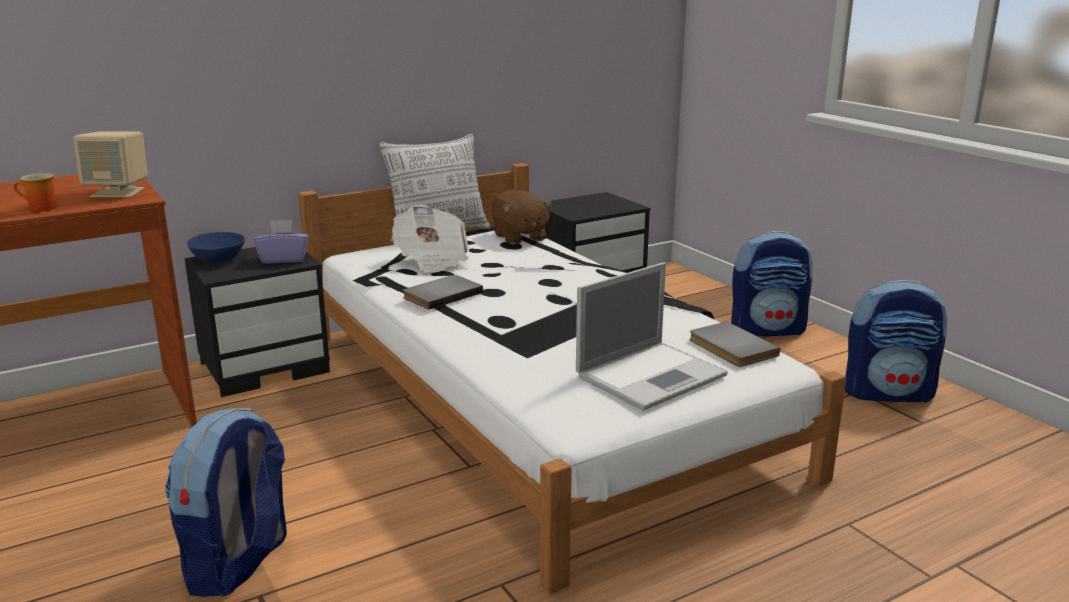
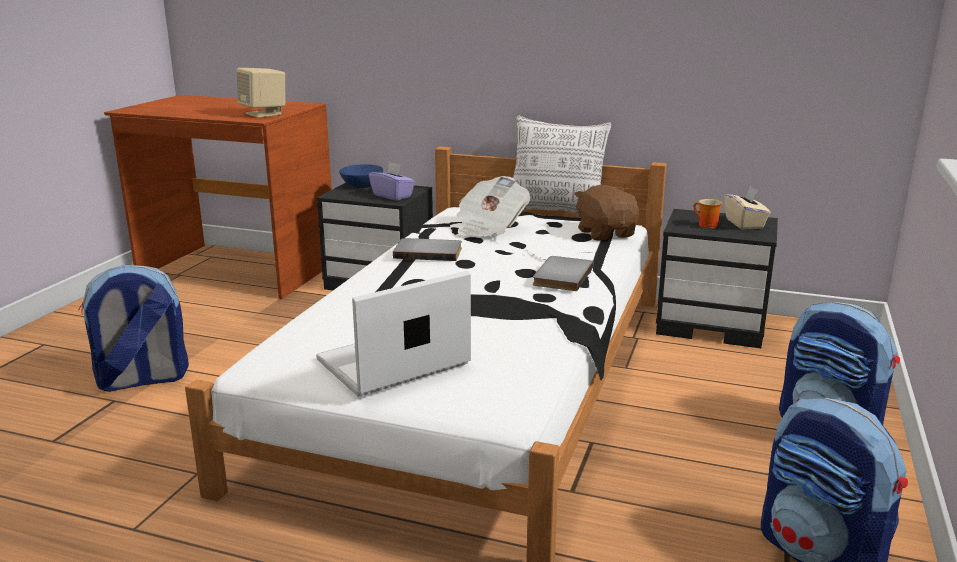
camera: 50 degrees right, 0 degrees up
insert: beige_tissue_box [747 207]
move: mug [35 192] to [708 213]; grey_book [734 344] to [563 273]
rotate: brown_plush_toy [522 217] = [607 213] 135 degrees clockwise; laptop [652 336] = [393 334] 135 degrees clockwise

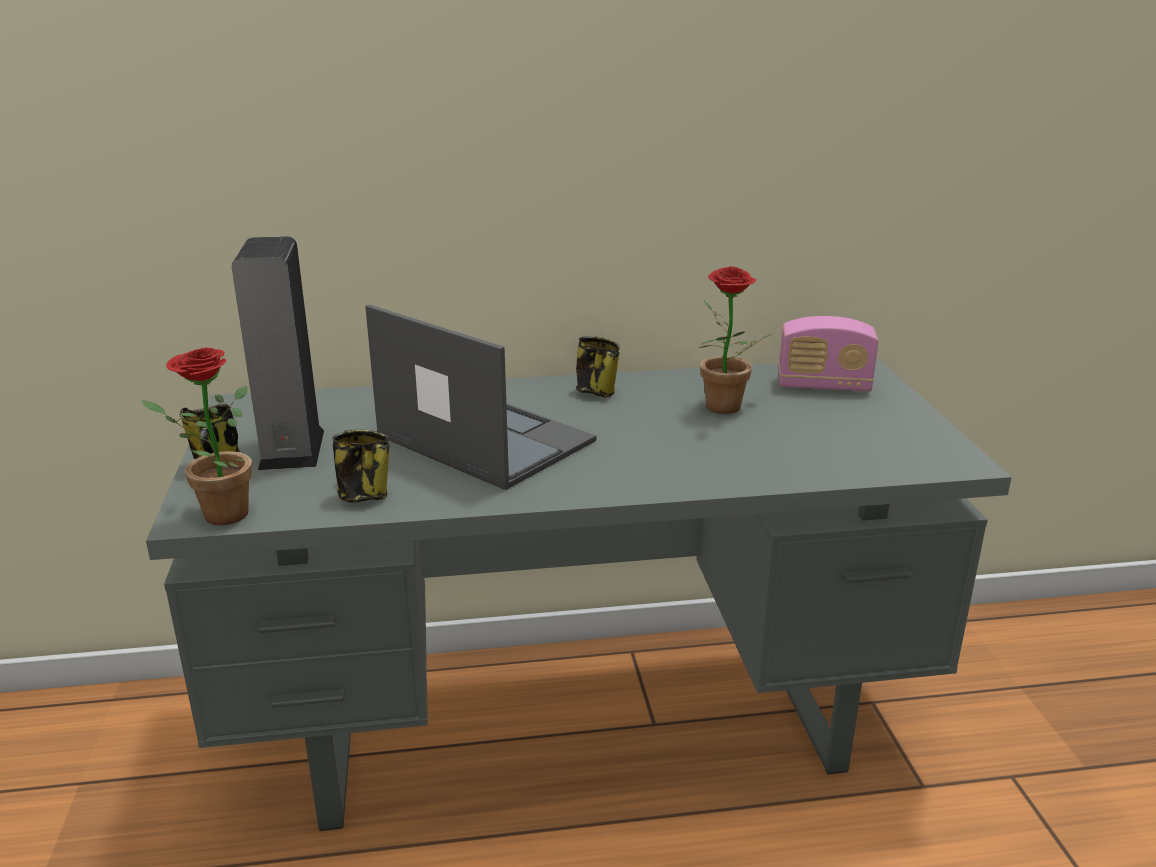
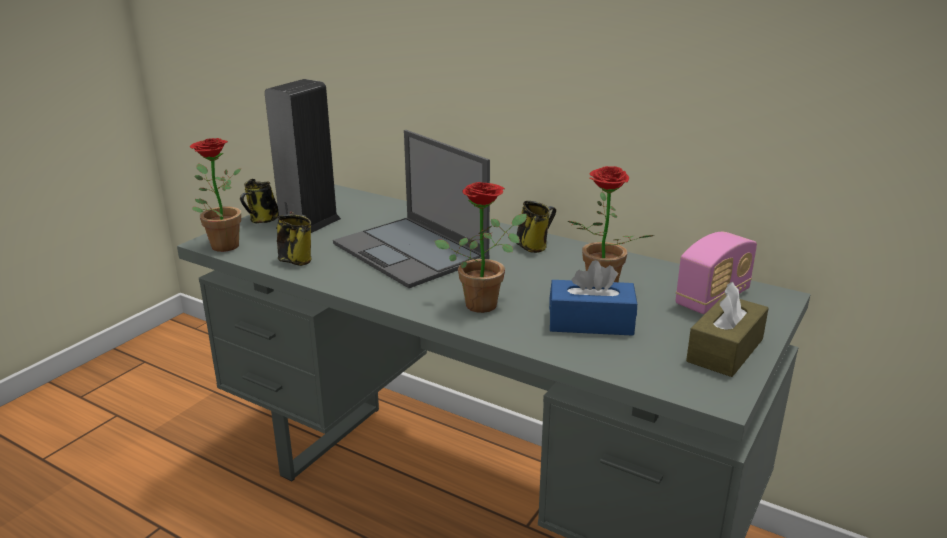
camera: 40 degrees right, 0 degrees up
insert: potted_plant [481 247]; blue_tissue_box [593 298]; brown_tissue_box [727 329]
rotate: laptop [480 397] = [411 209] 150 degrees clockwise; radio [828 353] = [716 273] 90 degrees counterclockwise

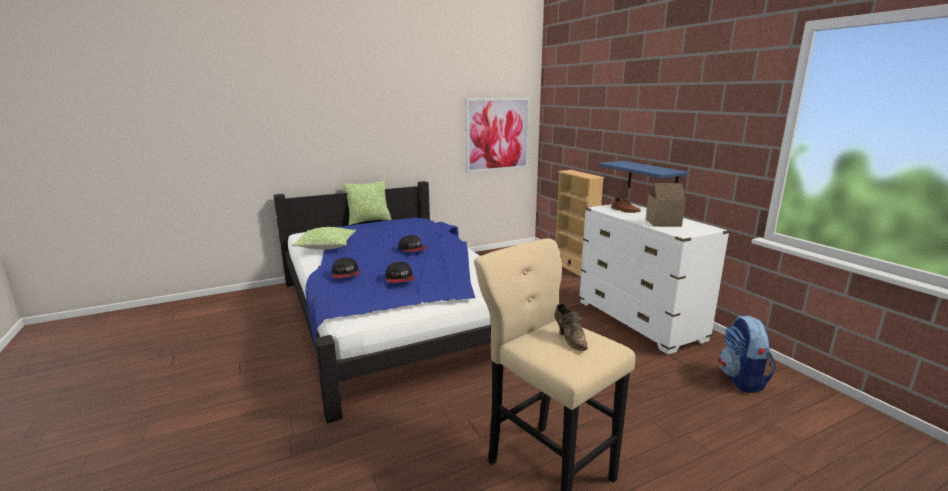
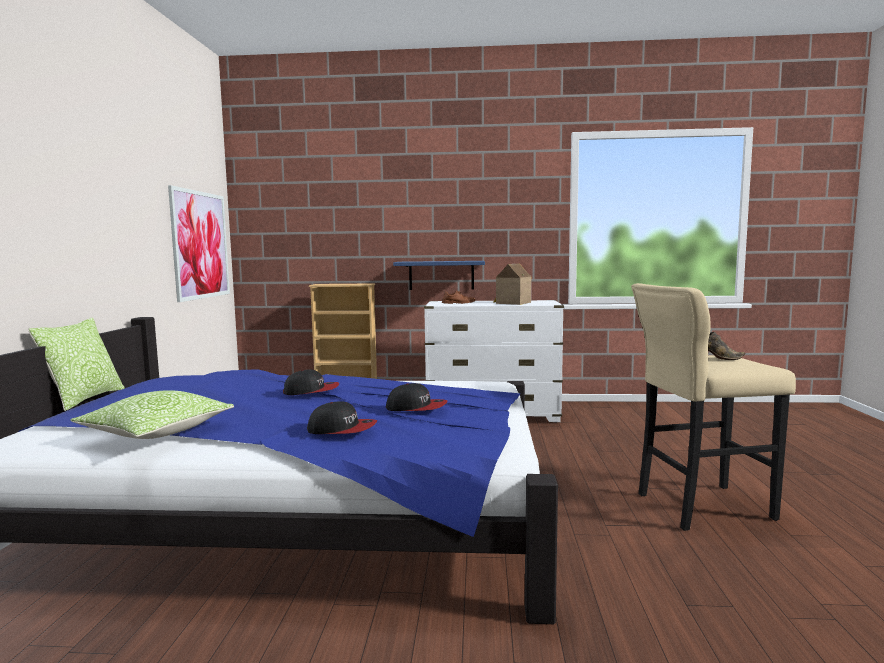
camera: 60 degrees left, 10 degrees down
delete: backpack [747 354]

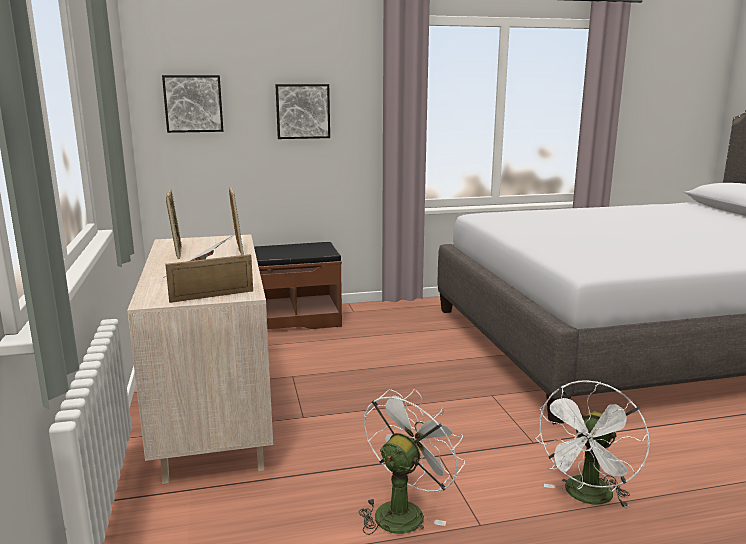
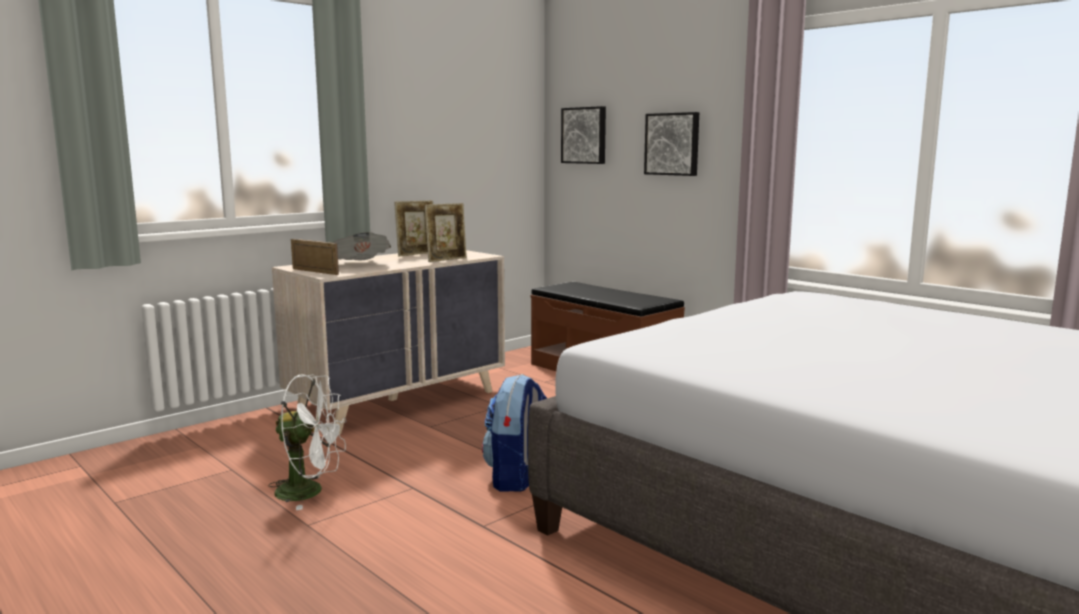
camera: 60 degrees right, 5 degrees down
delete: white_fan [592 444]
insert: backpack [514 433]

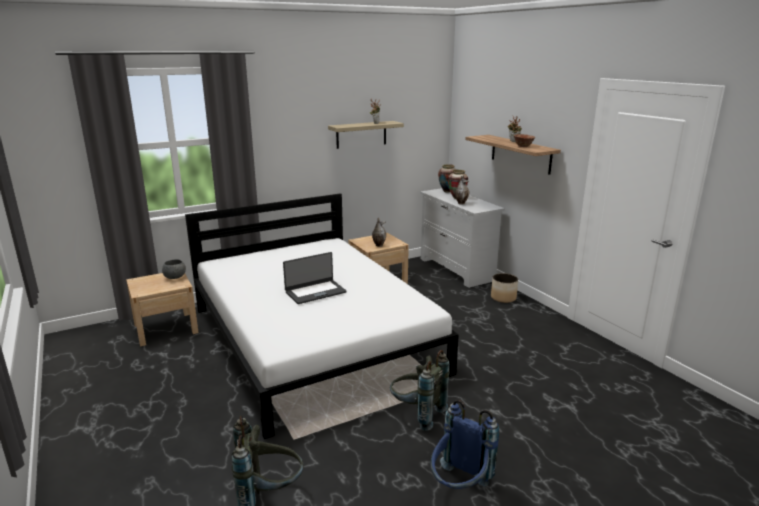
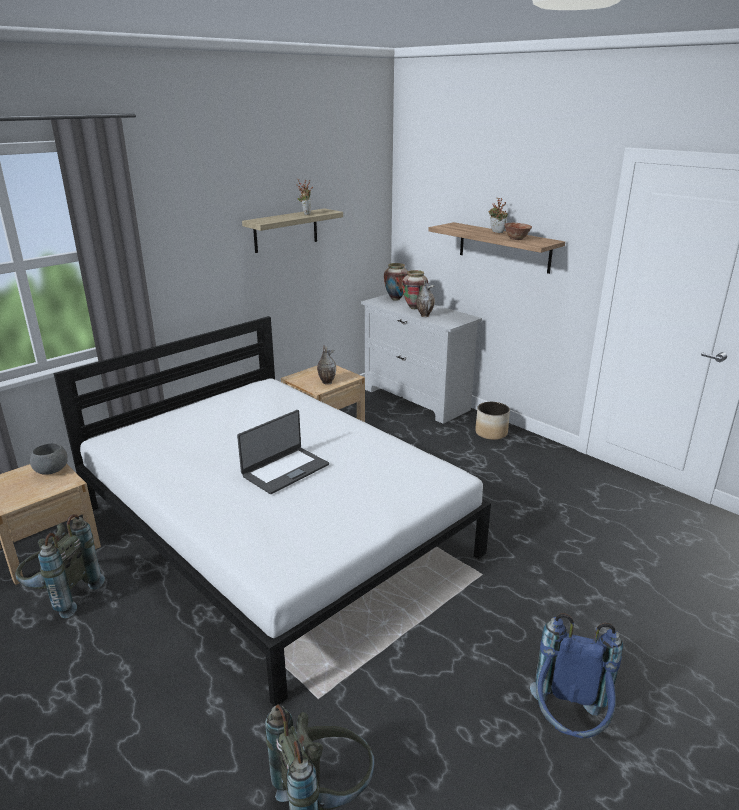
camera: 15 degrees left, 5 degrees up
move: grey_backpack [420 390] to [60 566]

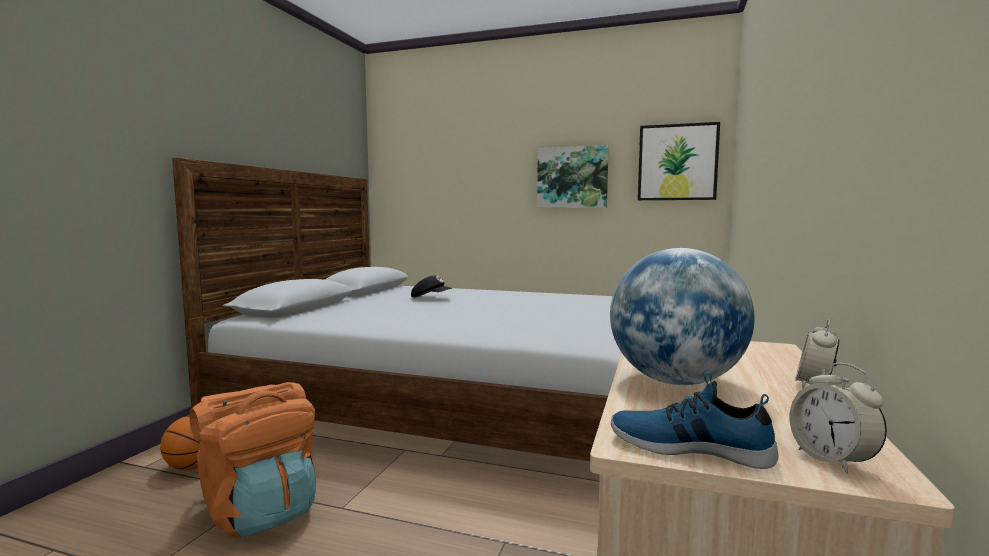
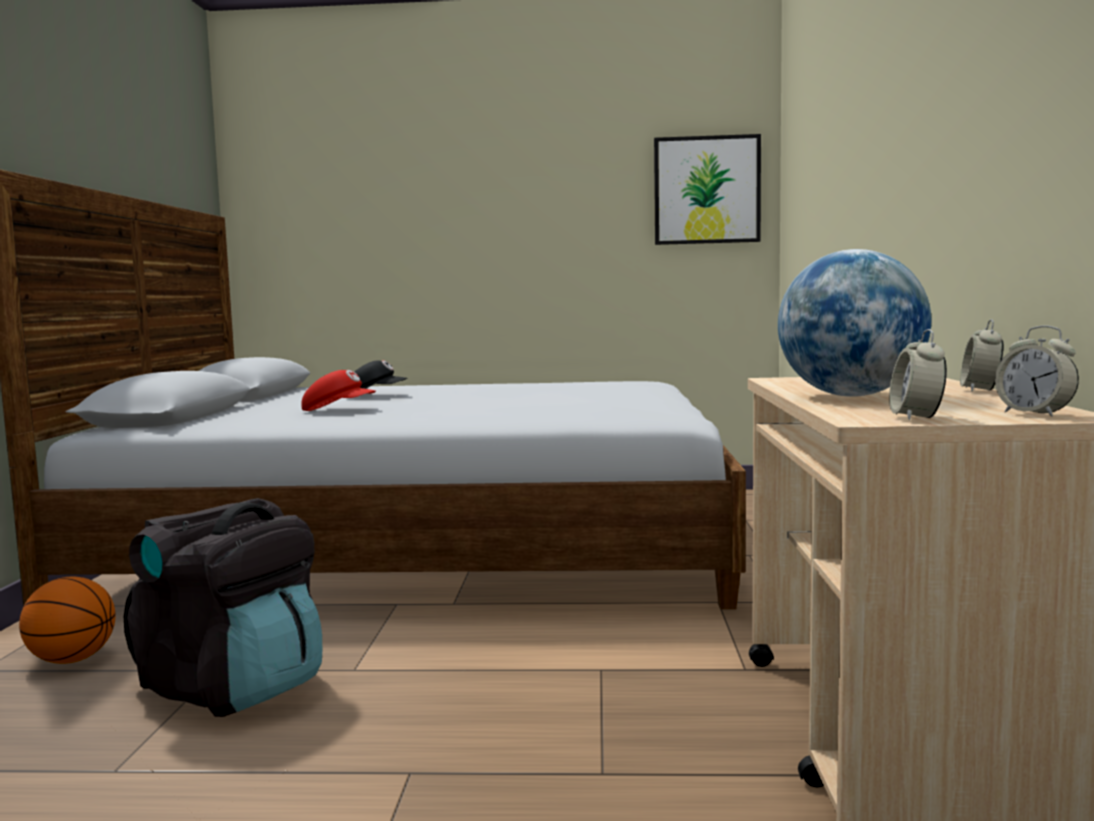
camera: 15 degrees left, 0 degrees up
delete: picture [573 176]
insert: red_cap [338 390]
replace: shoe [695 420] to alarm_clock [918 374]
recolor: orange_backpack [252 460] to black_backpack [223 607]

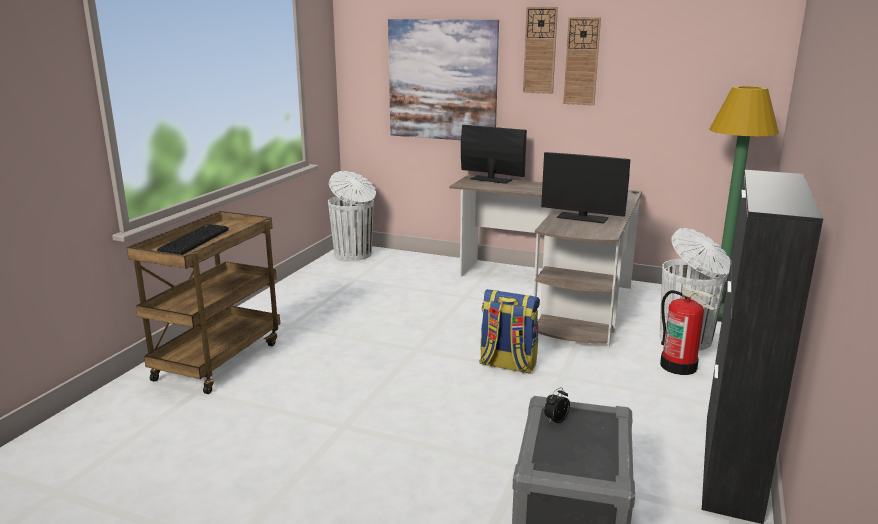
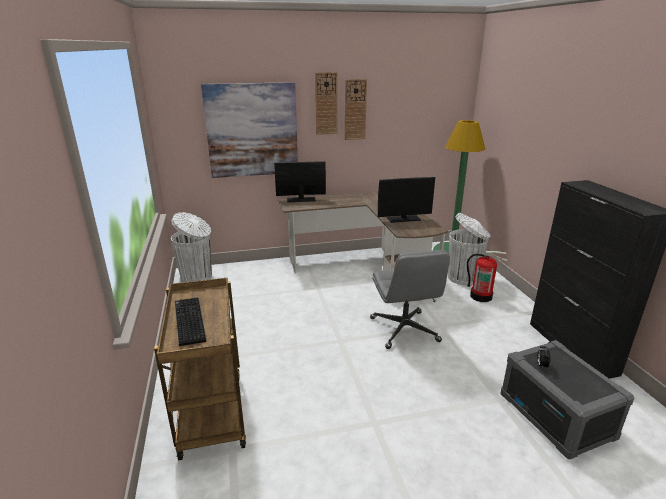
camera: 35 degrees left, 5 degrees up
replace: backpack [509 331] to grey_office_chair [410 299]

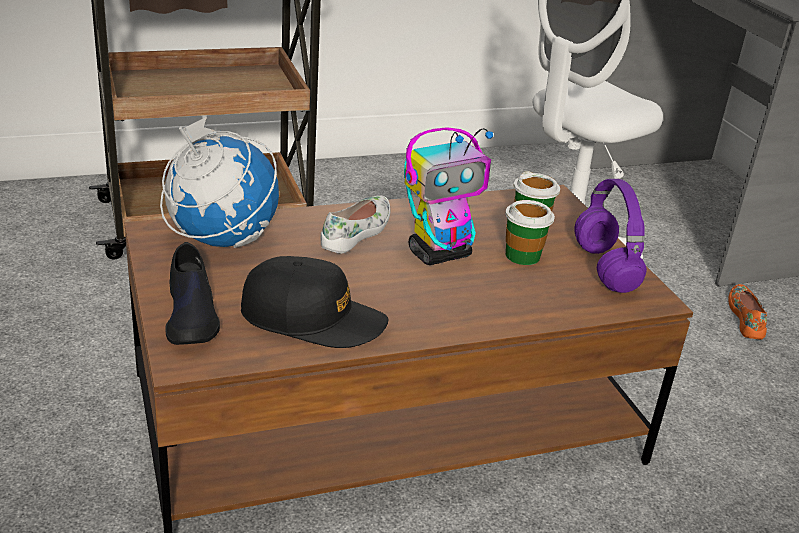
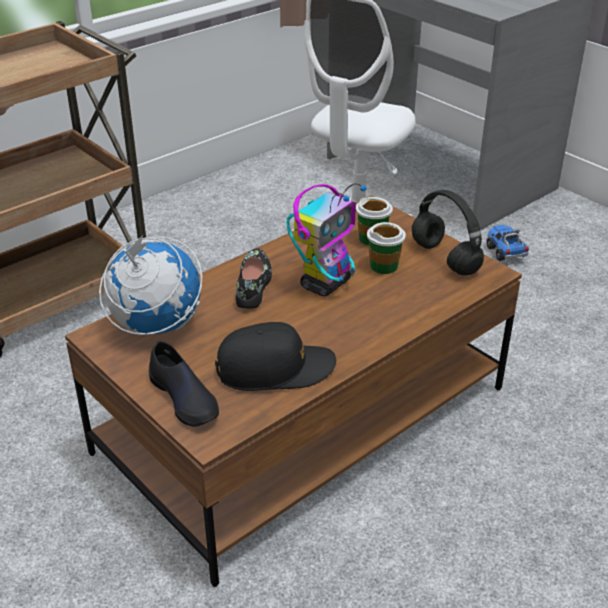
camera: 20 degrees left, 5 degrees up
replace: orange_shoe [747 312] to toy_truck [508 242]
recolor: white_shoe [355 224] to black_shoe [254 278]; purple_headphones [610 236] to black_headphones [448 232]

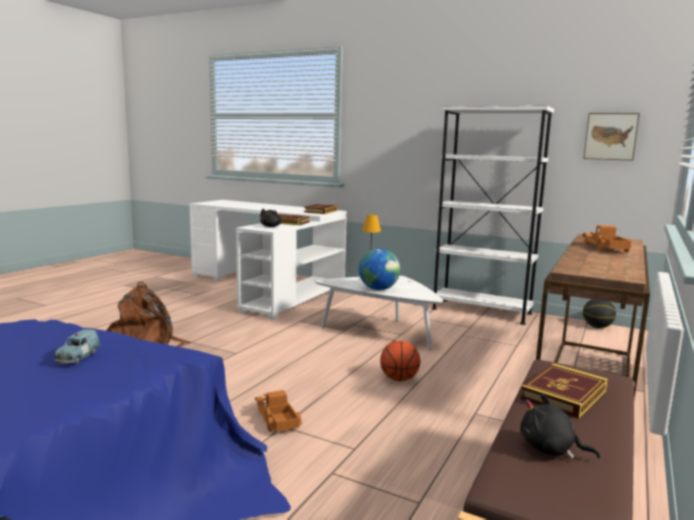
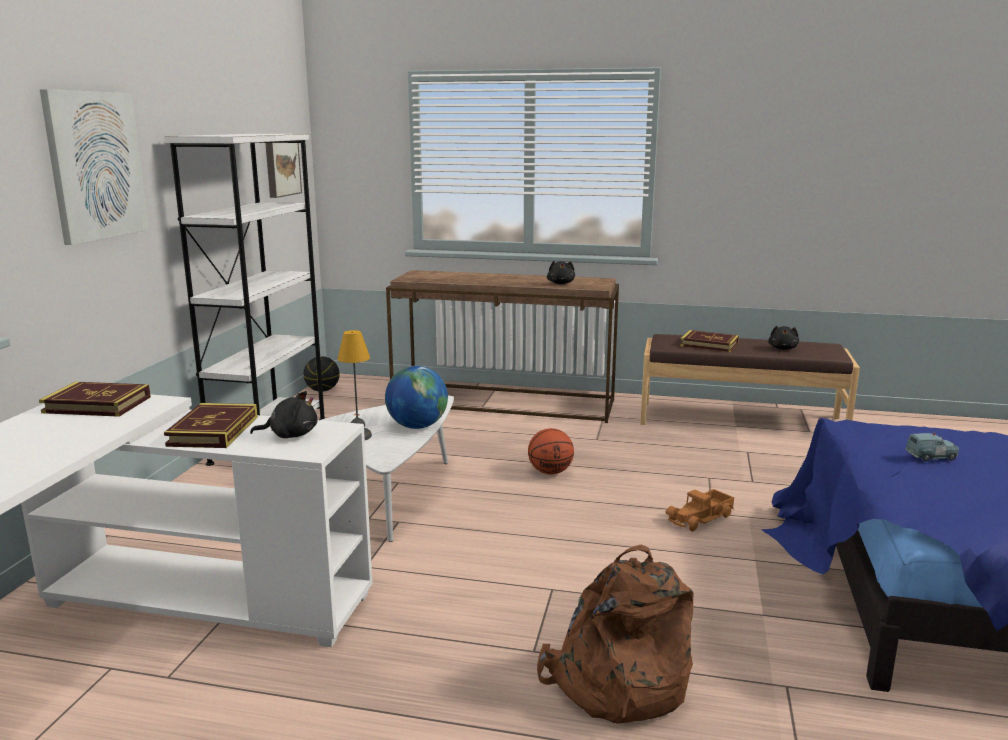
camera: 105 degrees left, 5 degrees up
delete: toy_truck [607 238]
insert: picture [94 167]; black_plush_toy [561 272]

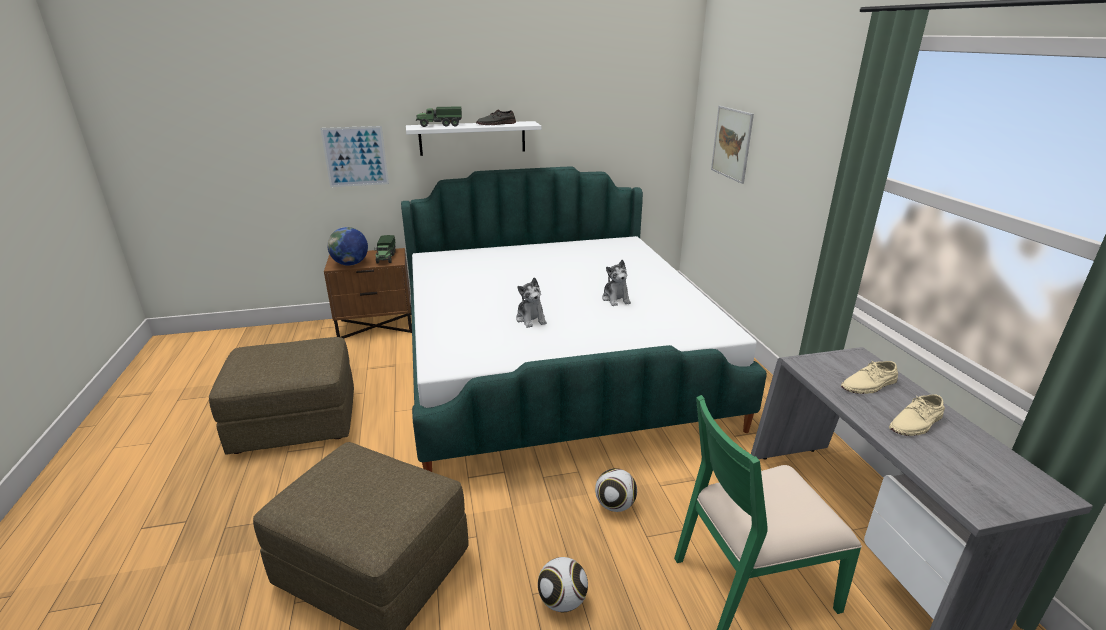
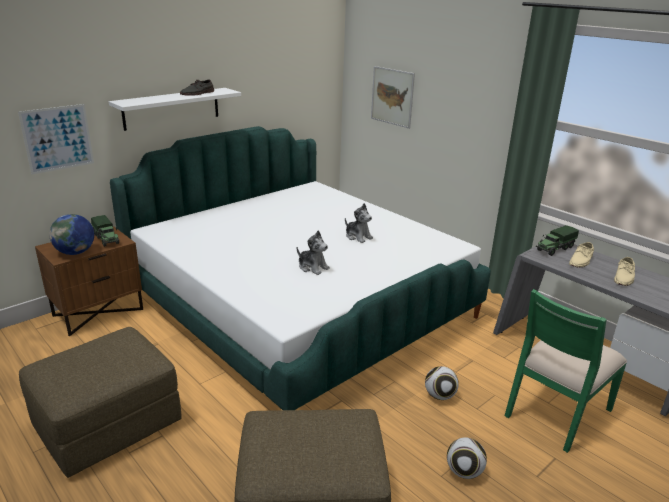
camera: 30 degrees left, 0 degrees up
move: toy_truck [439 117] to [557 240]

